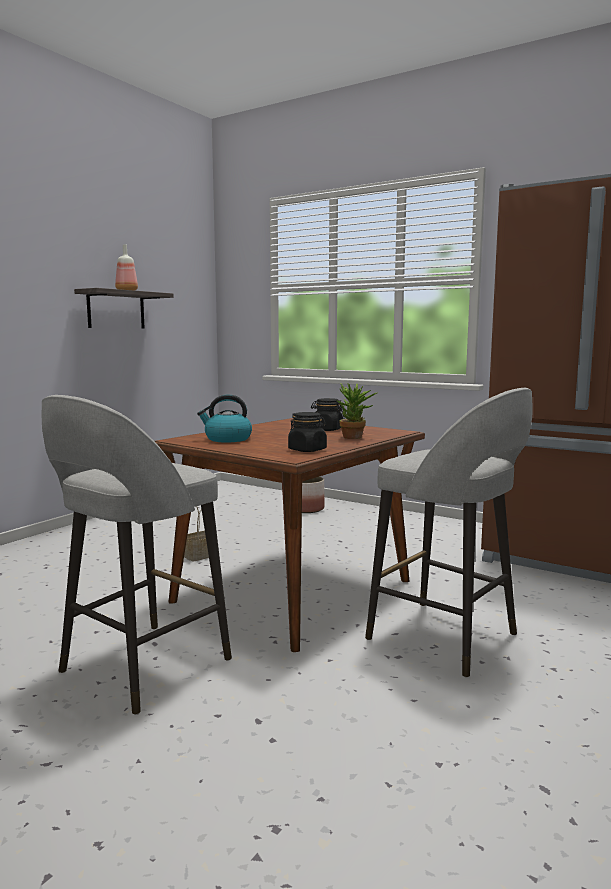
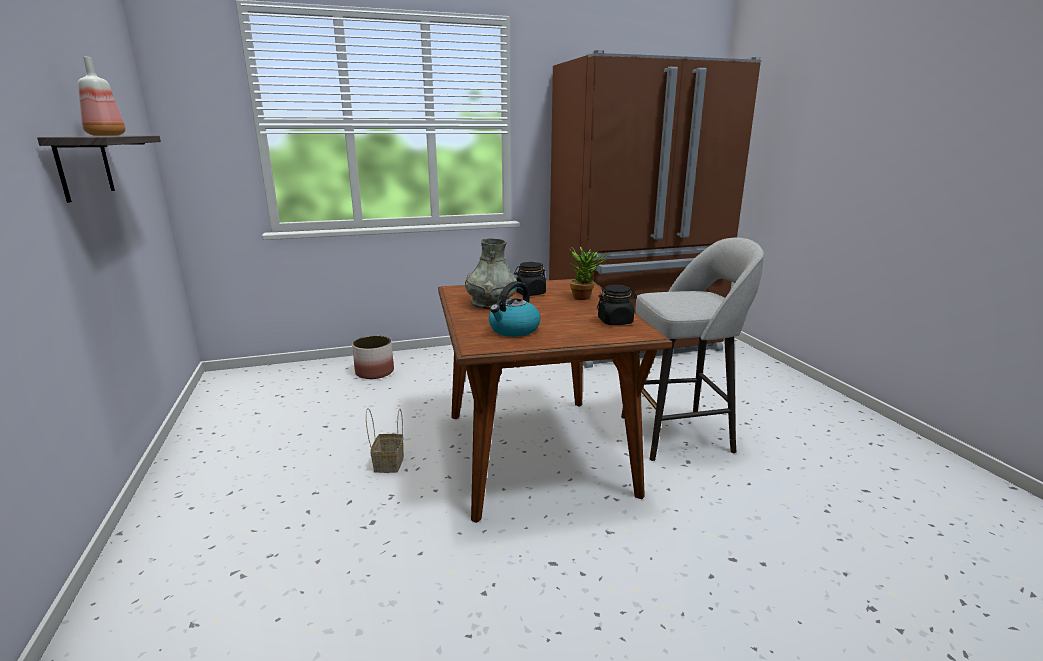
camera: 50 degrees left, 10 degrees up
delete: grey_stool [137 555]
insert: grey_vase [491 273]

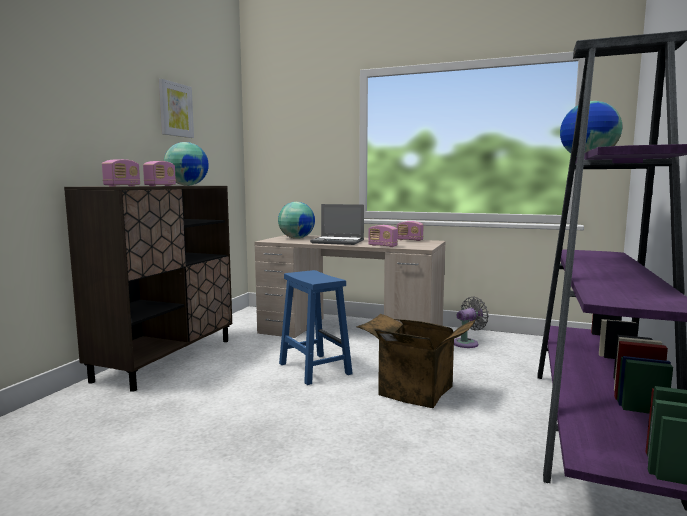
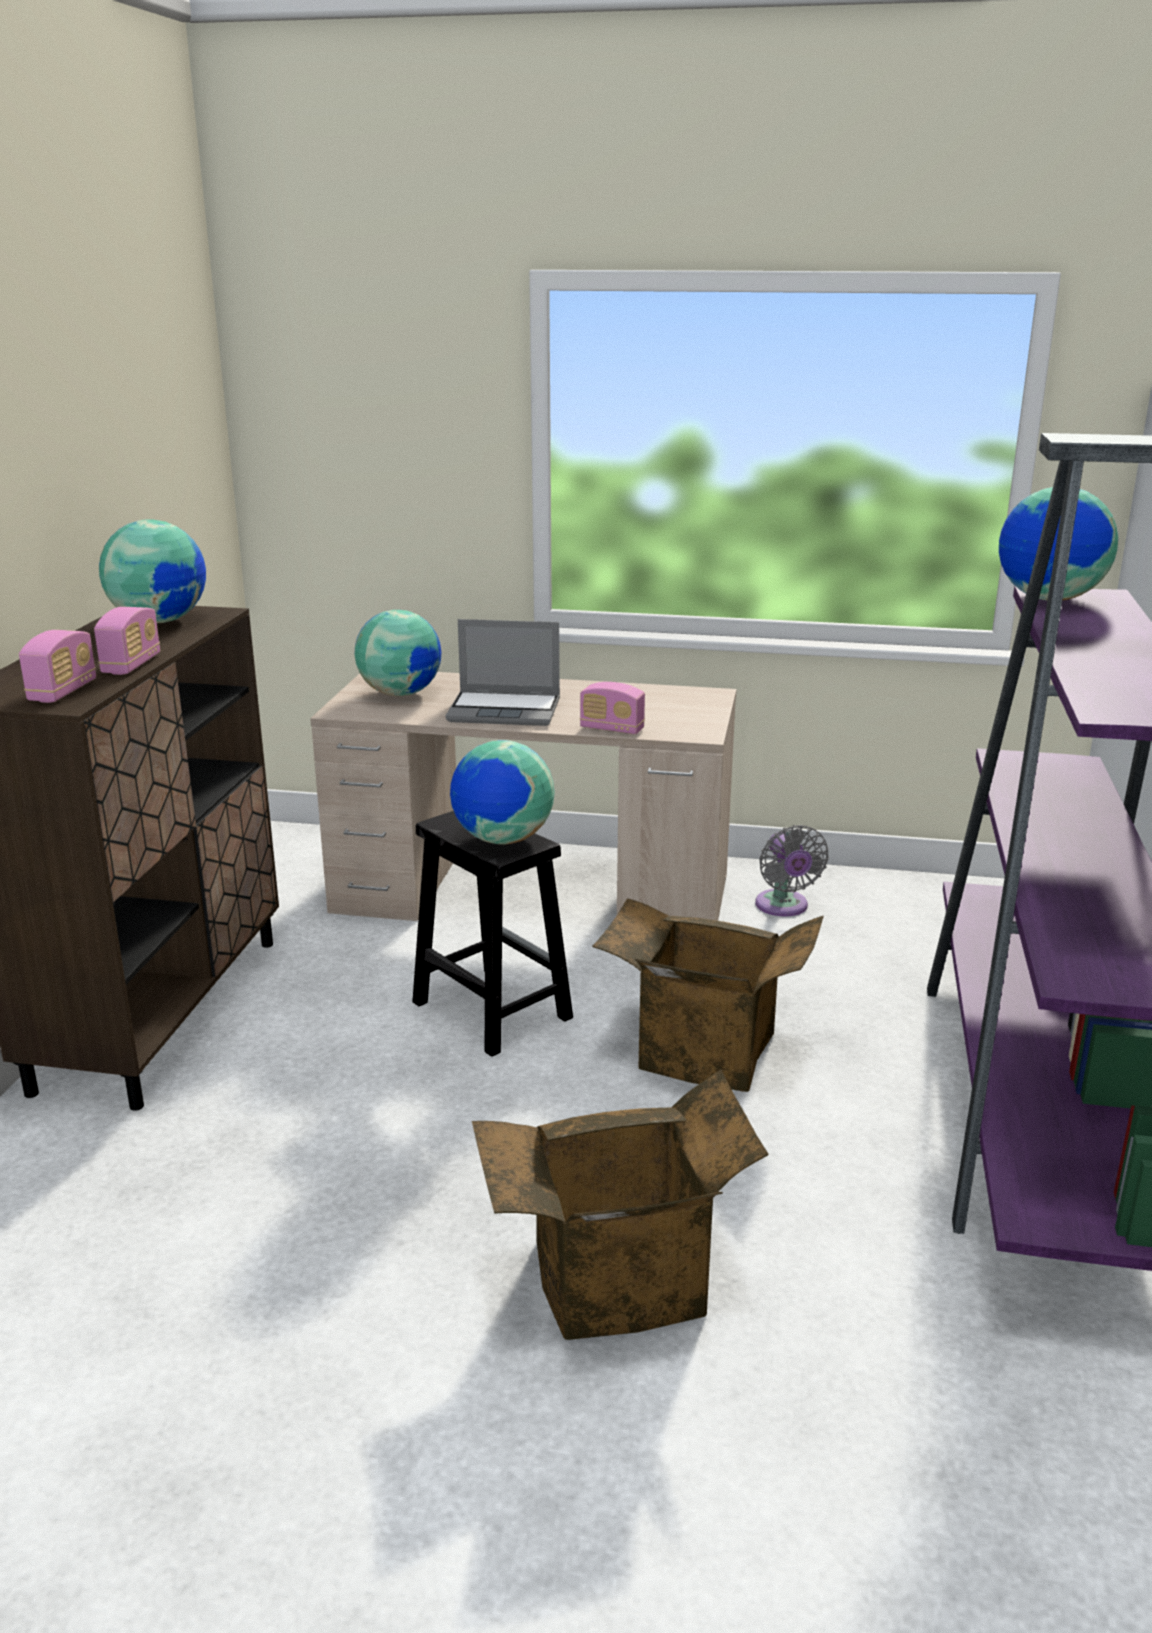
camera: 10 degrees left, 15 degrees up
delete: picture [176 108]; radio [410 231]
insert: globe [502 792]; cardboard_box [620 1204]
recolor: blue_stool [316 327] to black_stool [492 934]
rotate: grey_fan [471 322] = [792 870] 120 degrees clockwise

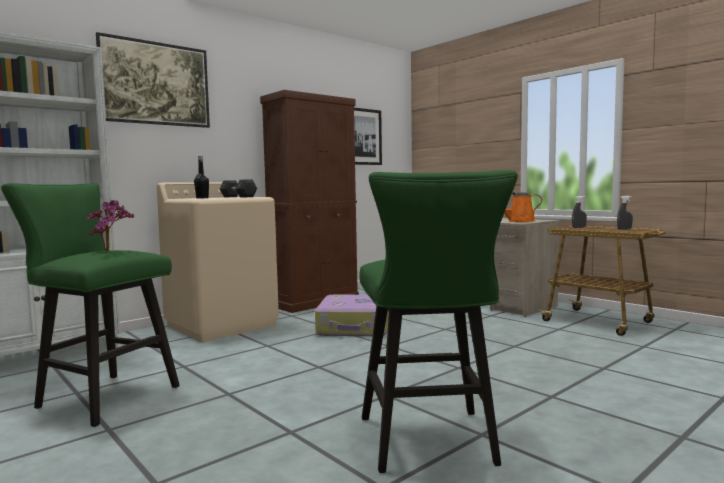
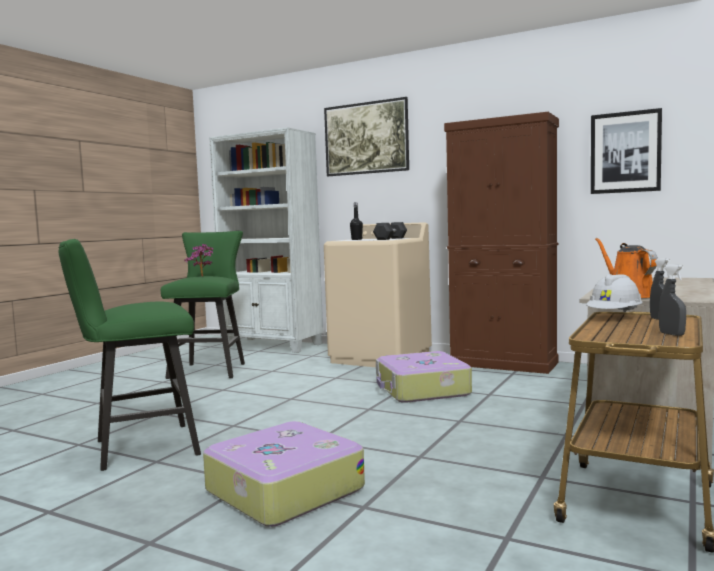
camera: 70 degrees right, 0 degrees up
insert: suitcase [284 474]; white_hard_hat [614 293]

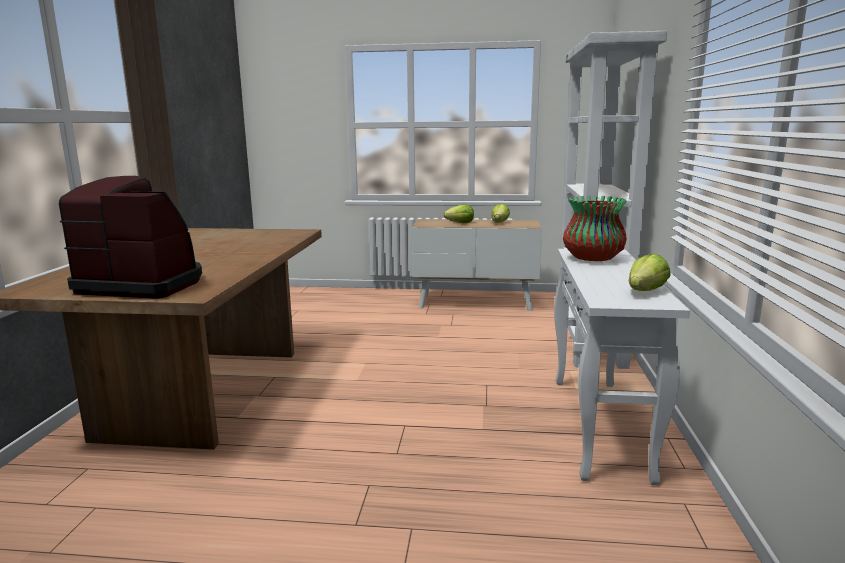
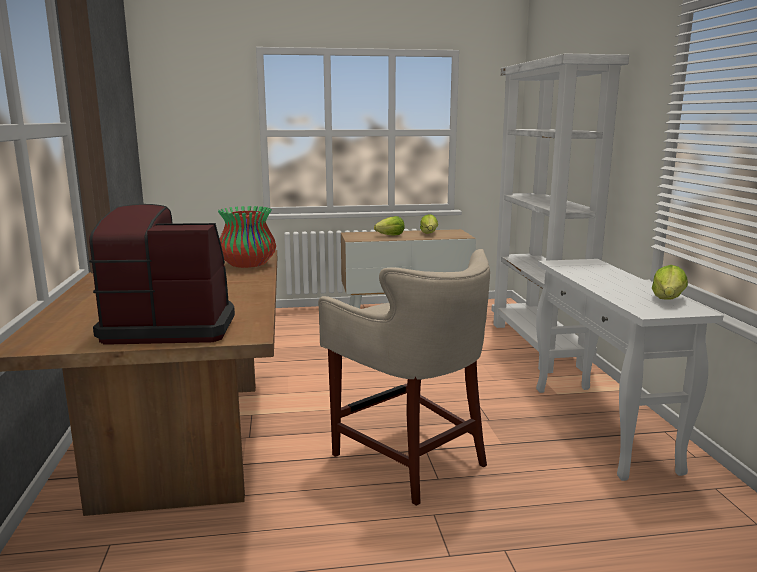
camera: 15 degrees left, 0 degrees up
insert: beige_stool [404 377]
move: vase [595 228] to [247 237]

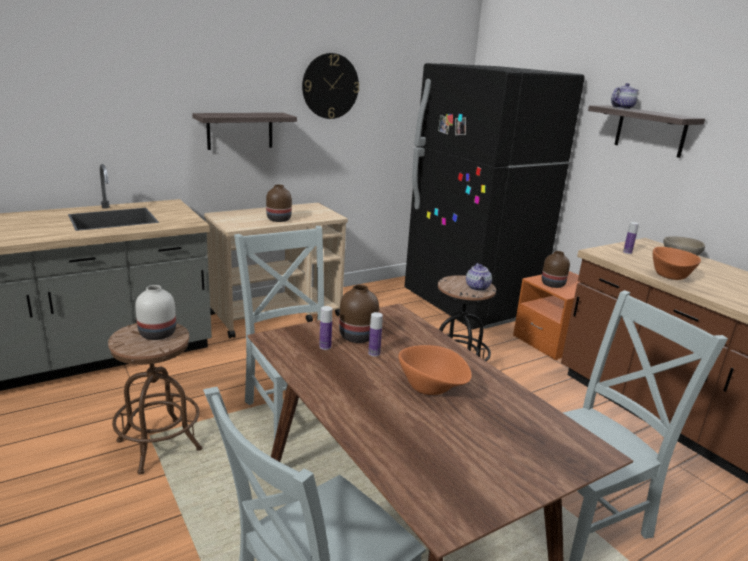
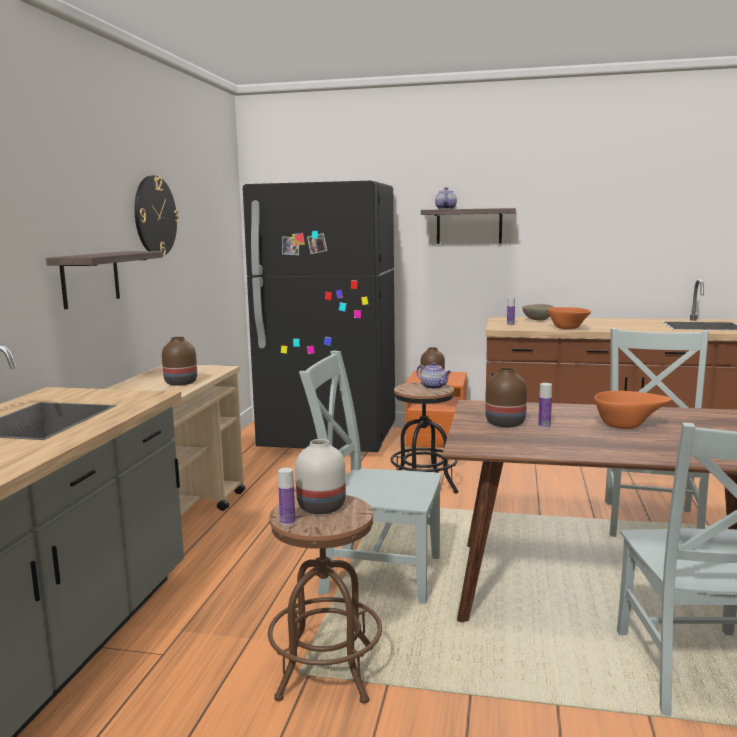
camera: 45 degrees left, 10 degrees down
move: bottle [325 328] to [286 496]

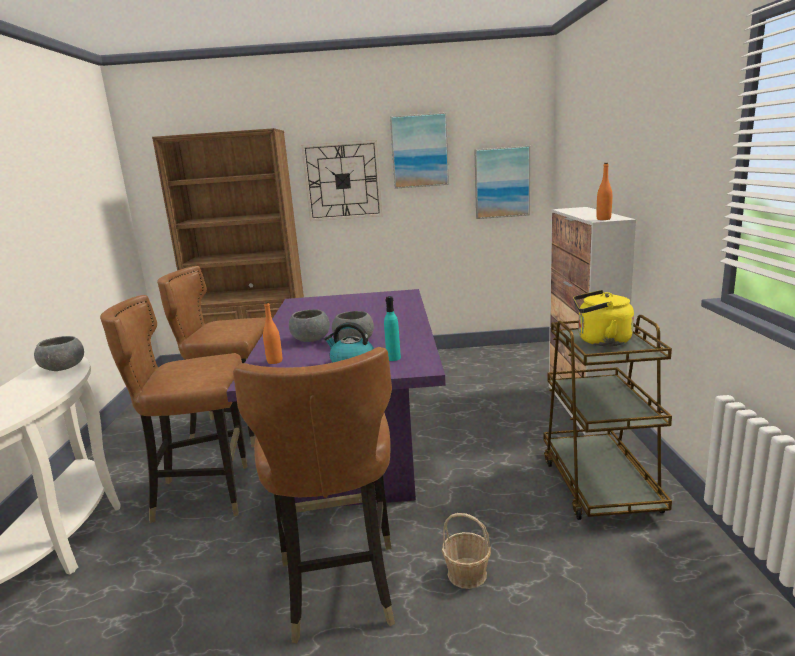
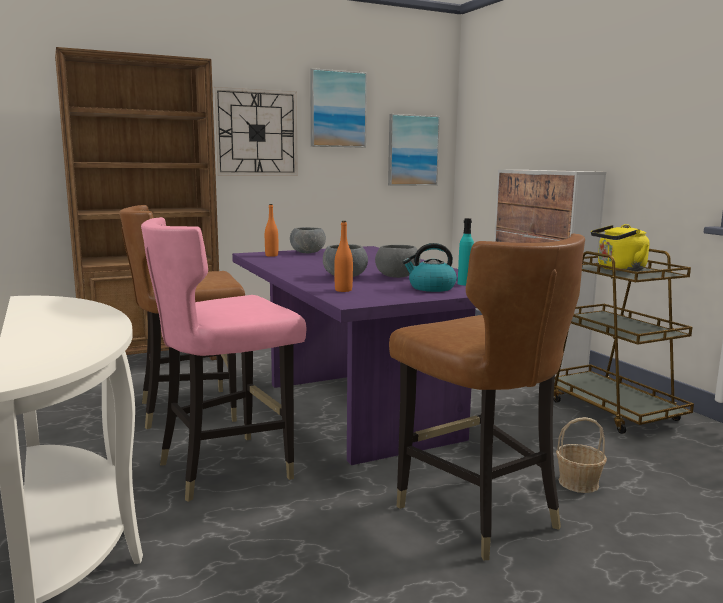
camera: 25 degrees left, 5 degrees down
move: grey_bowl [59 353] to [308 240]; orange_bottle [604 191] to [271 230]
recolor: brown_chair [173 409] to pink_chair [223 359]

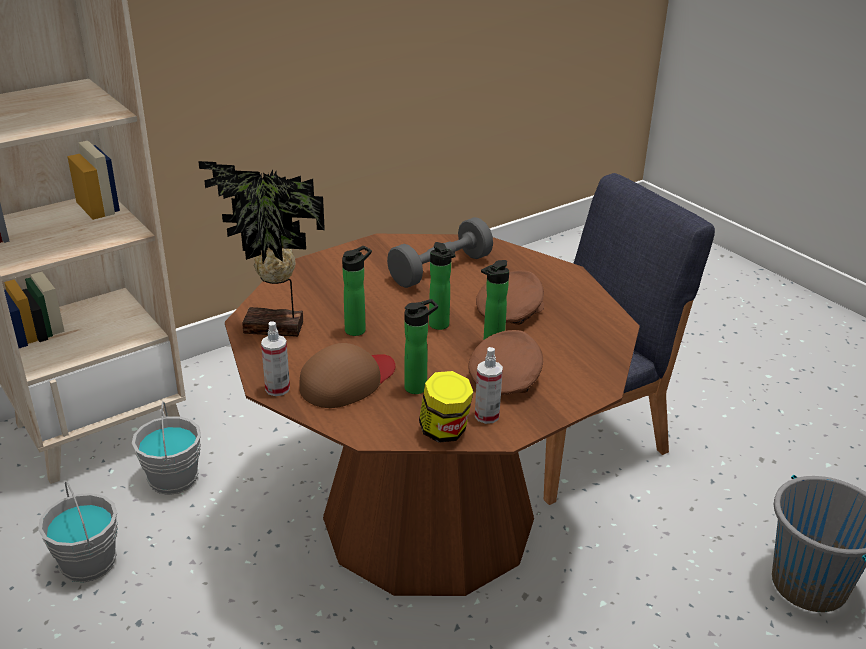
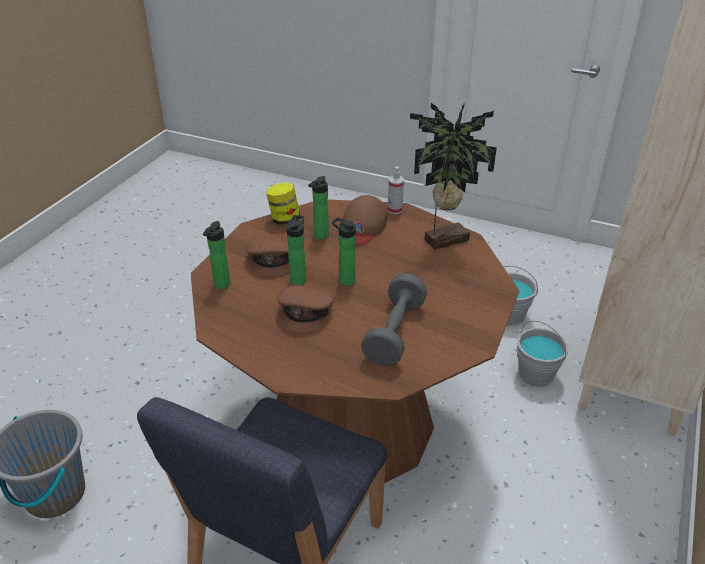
camera: 150 degrees right, 5 degrees up
delete: spray_bottle [489 385]
move: bottle [357 291] to [216 255]

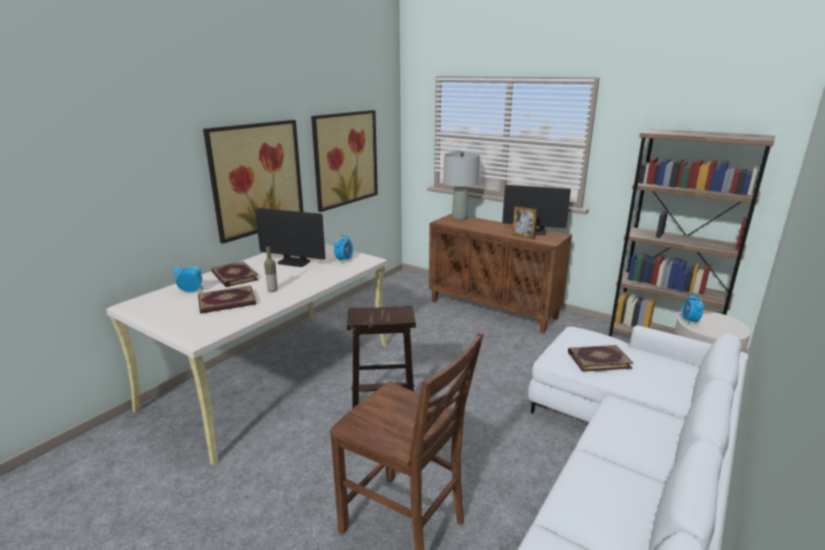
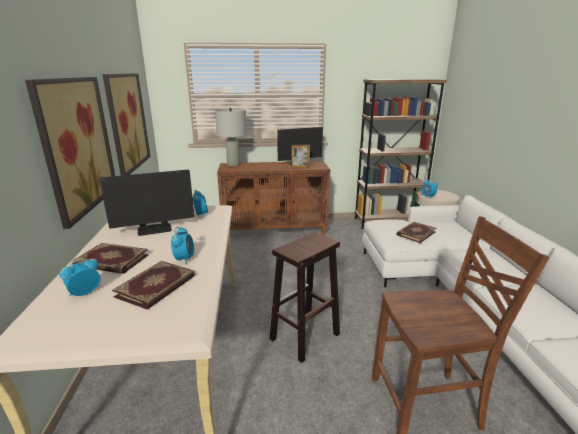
camera: 40 degrees left, 0 degrees up
replace: bottle [271 269] to alarm_clock [182 246]

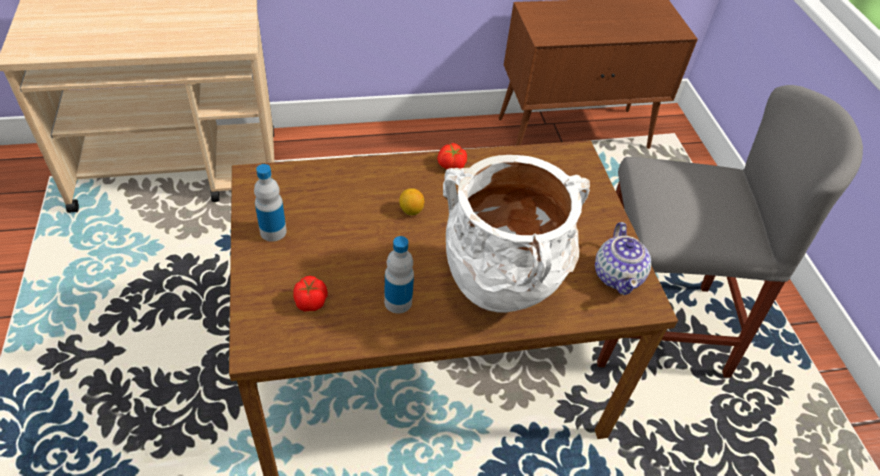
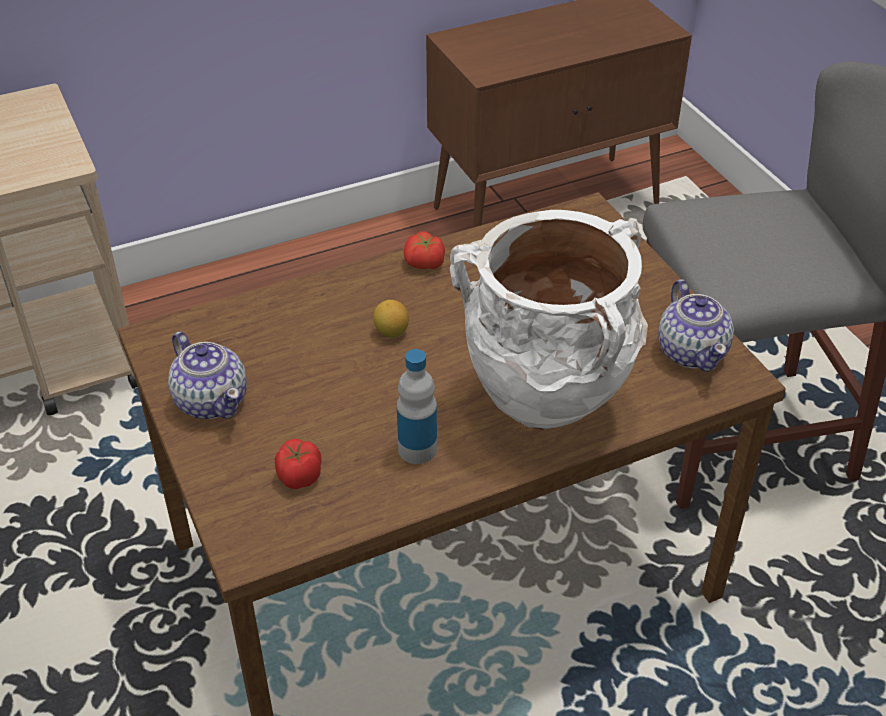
camera: 10 degrees left, 5 degrees down
replace: bottle [270 203] to teapot [207 375]

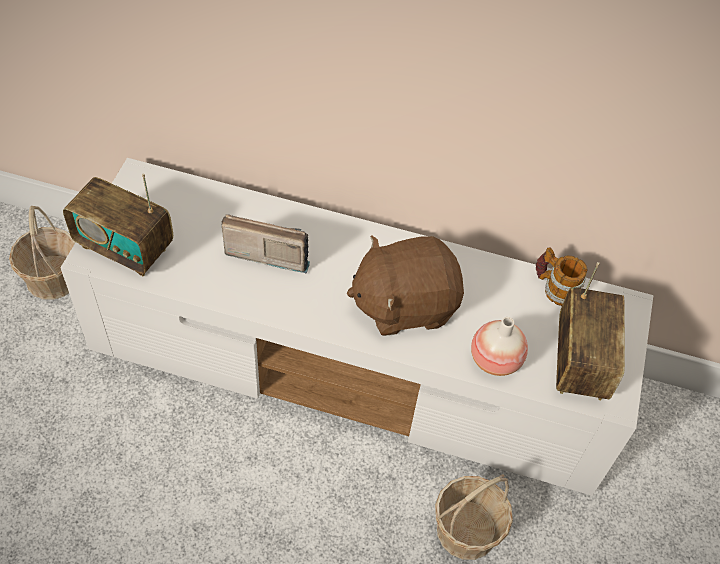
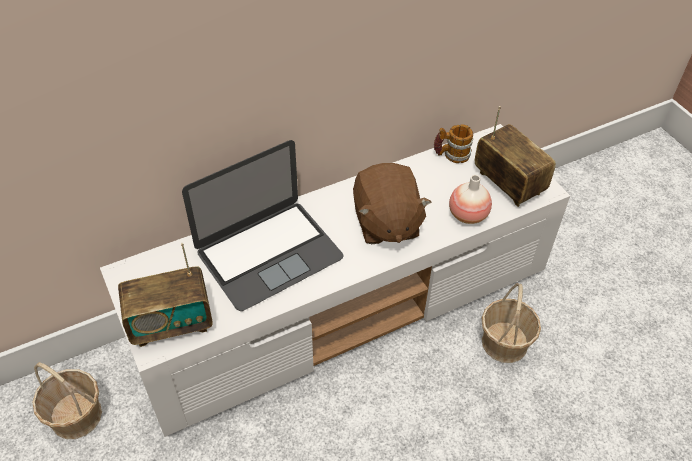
camera: 40 degrees left, 5 degrees down
replace: radio [266 243] to laptop [263 225]
rotate: brown_plush_toy [405 286] = [392 203] 45 degrees counterclockwise

